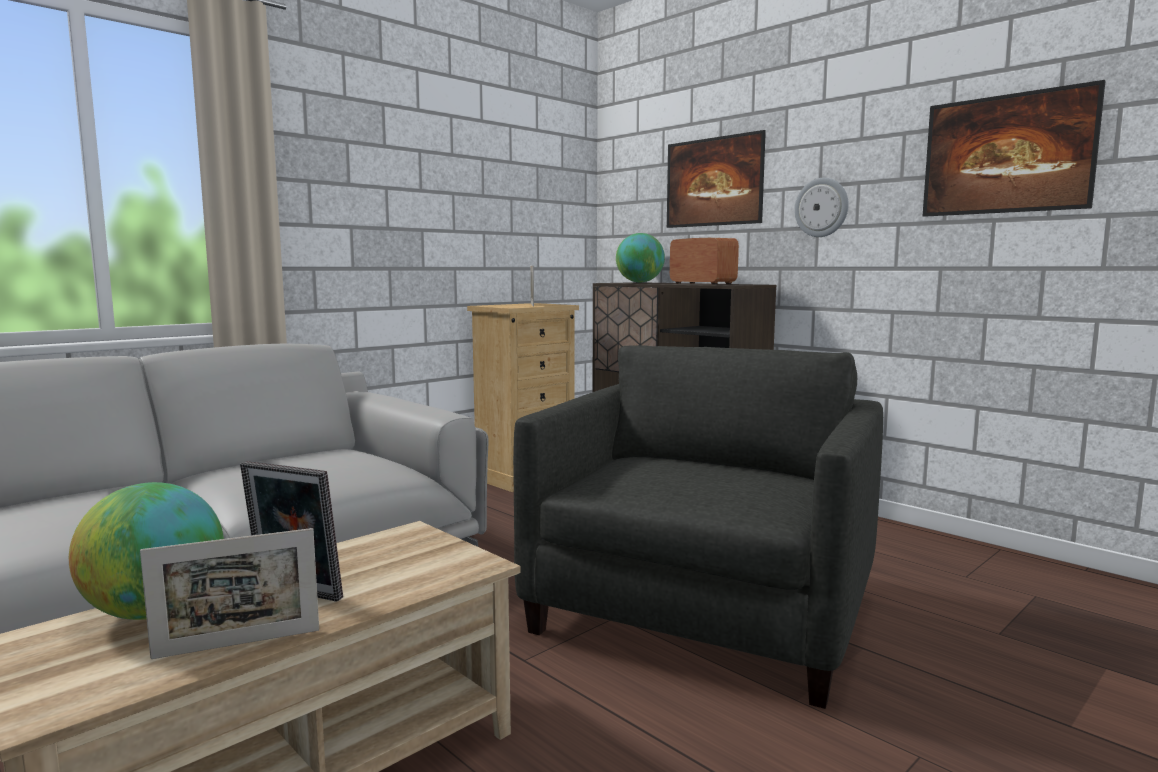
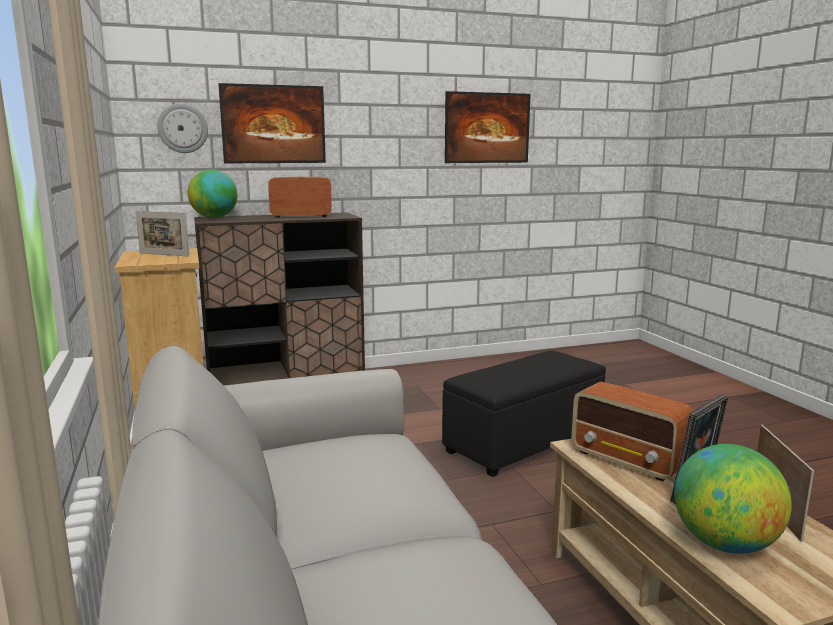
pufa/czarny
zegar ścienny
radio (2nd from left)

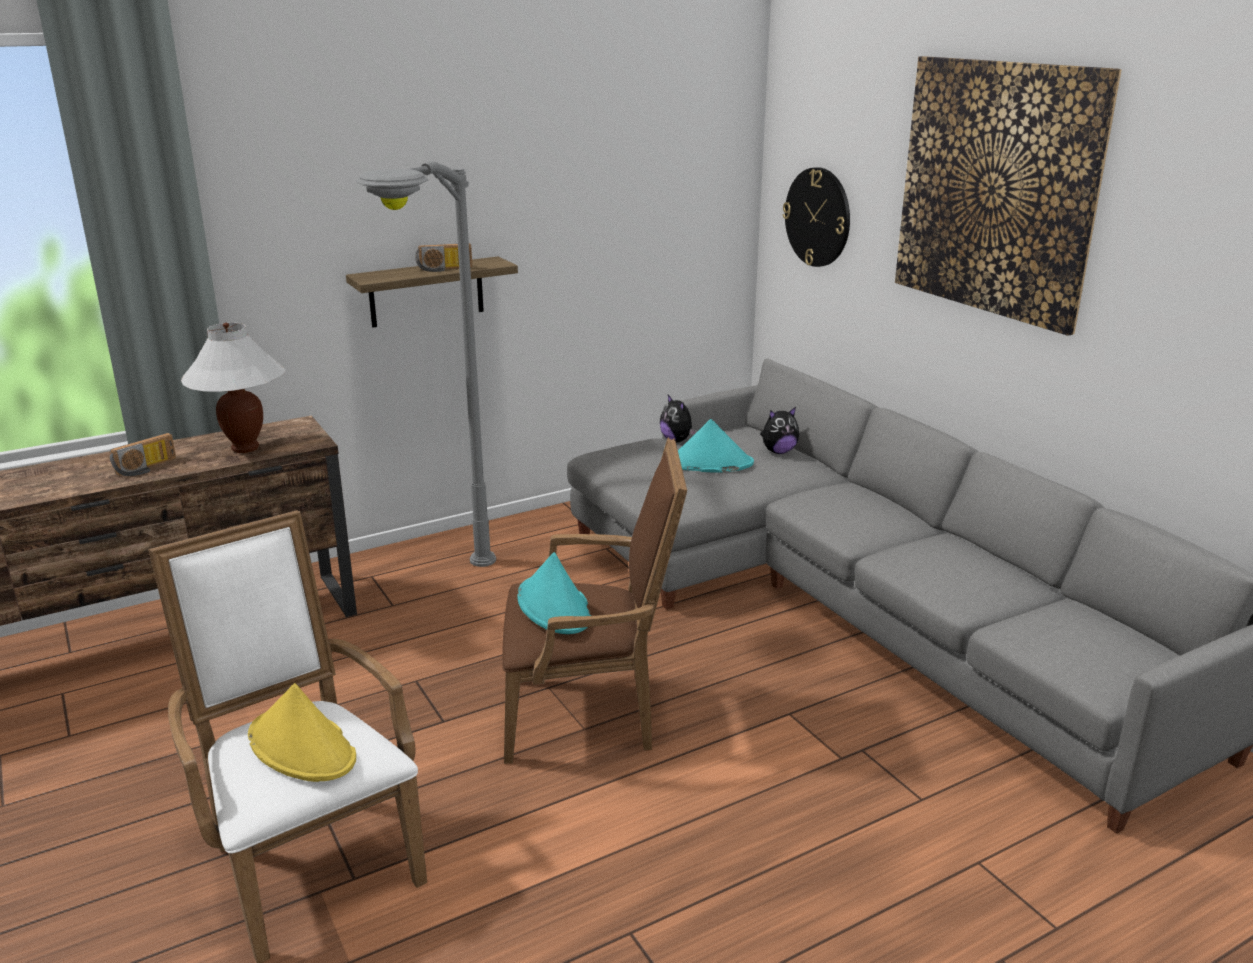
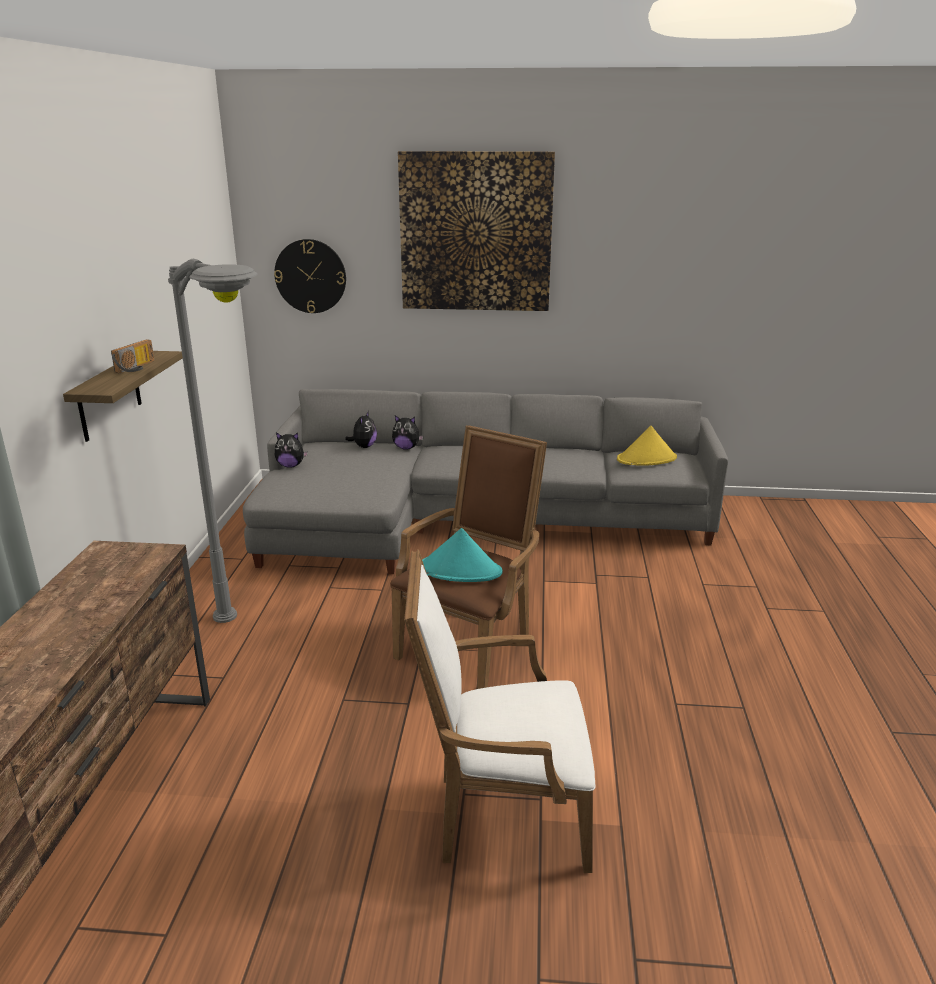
radio (1st from left in the first image)
lampa stołowa/biały
kapelusz/żółty
kapelusz/turkusowy (2nd from left in the first image)
pluszak (3rd from left)

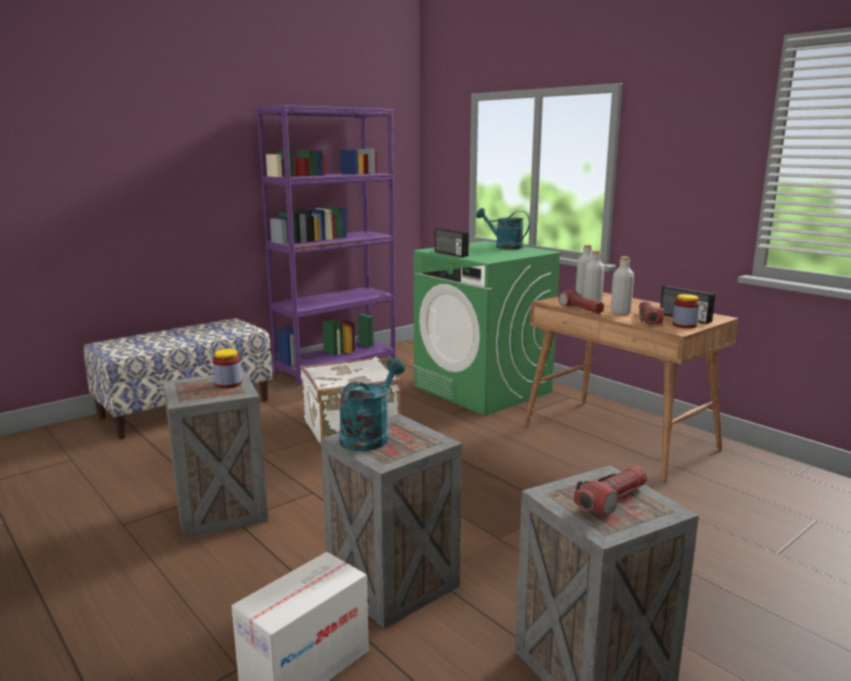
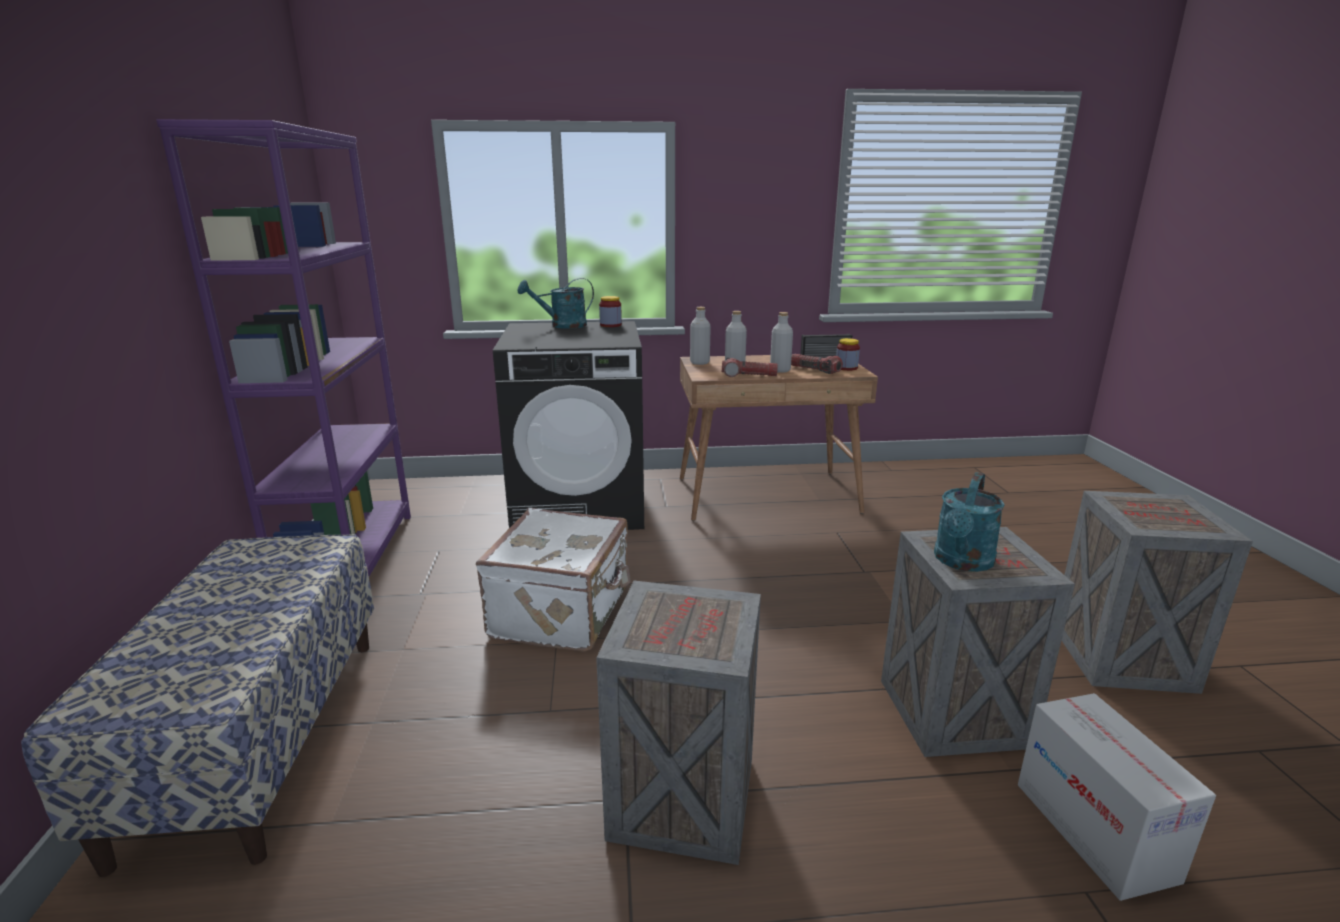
słoik (1st from left)
konewka/turkusowy (2nd from left)
pralka/czarny
radio (1st from left in the first image)
latarka (2nd from left in the first image)

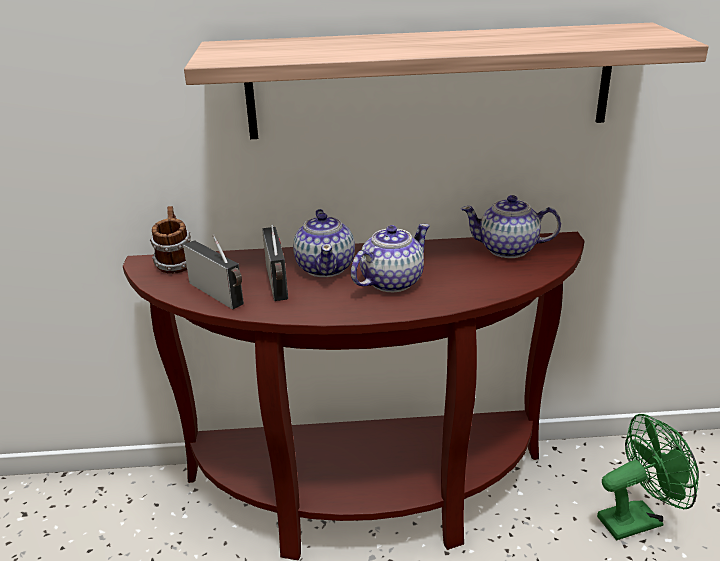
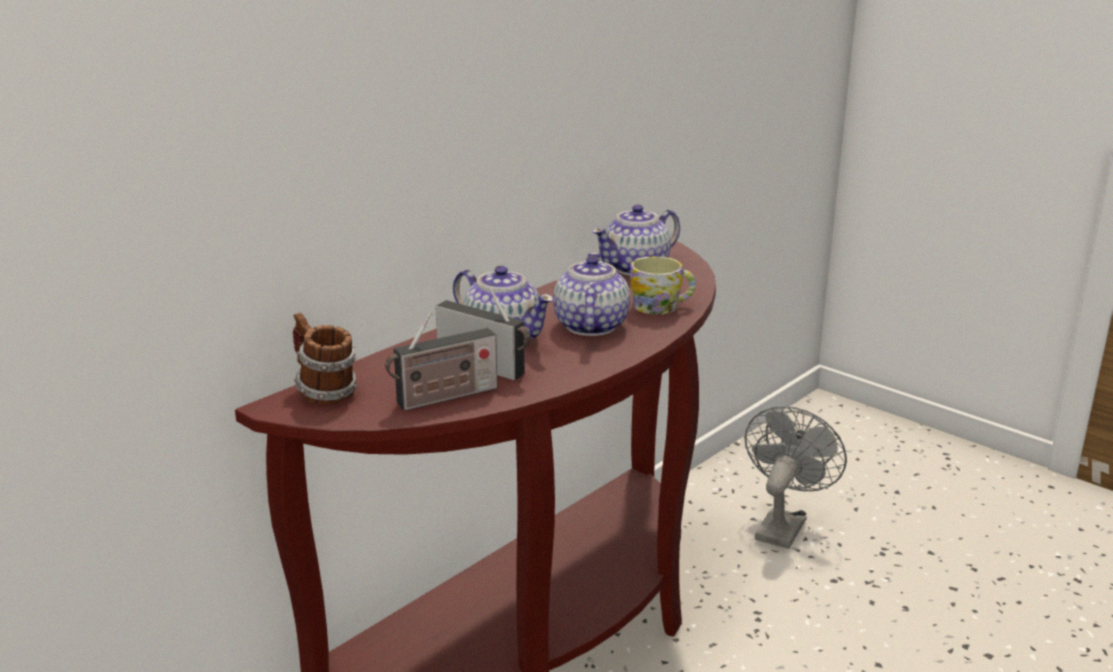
radio (1st from left)
półka
wentylator/szary
kubek (2nd from left)

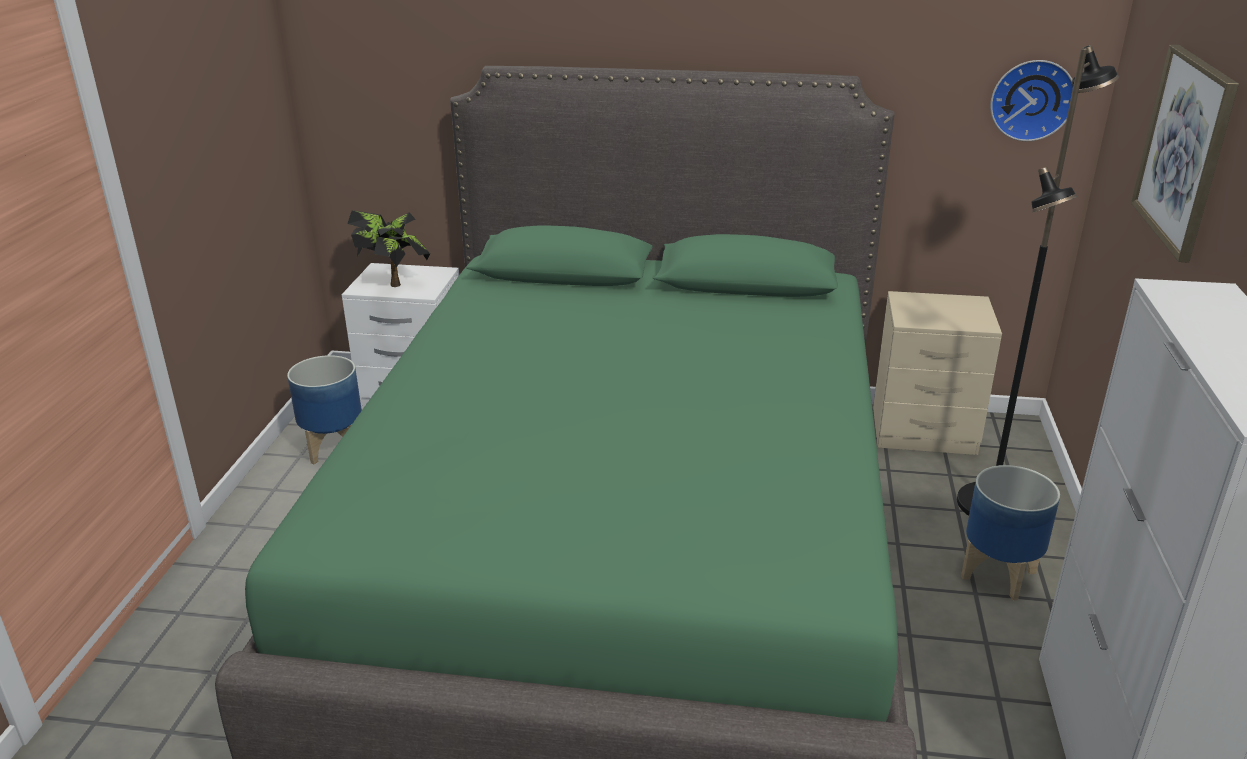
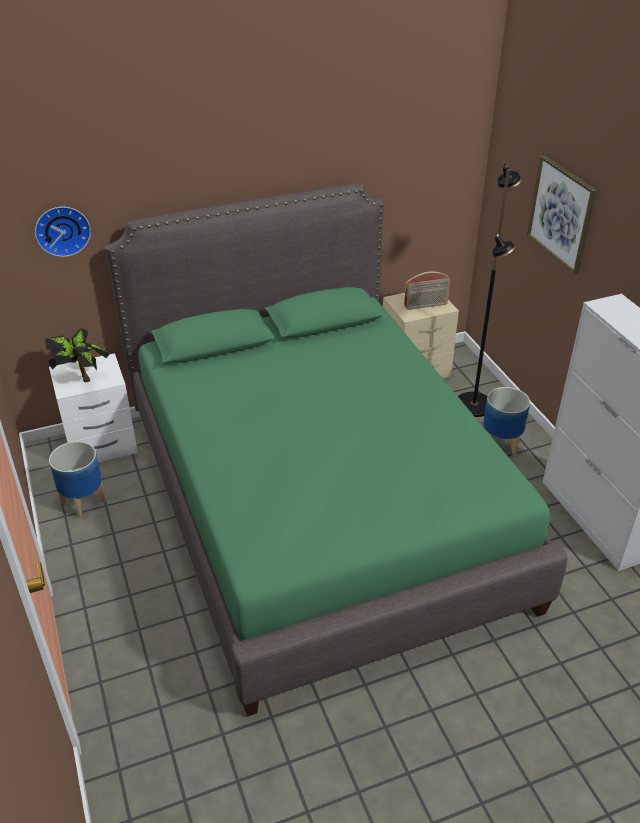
zegar ścienny
radio

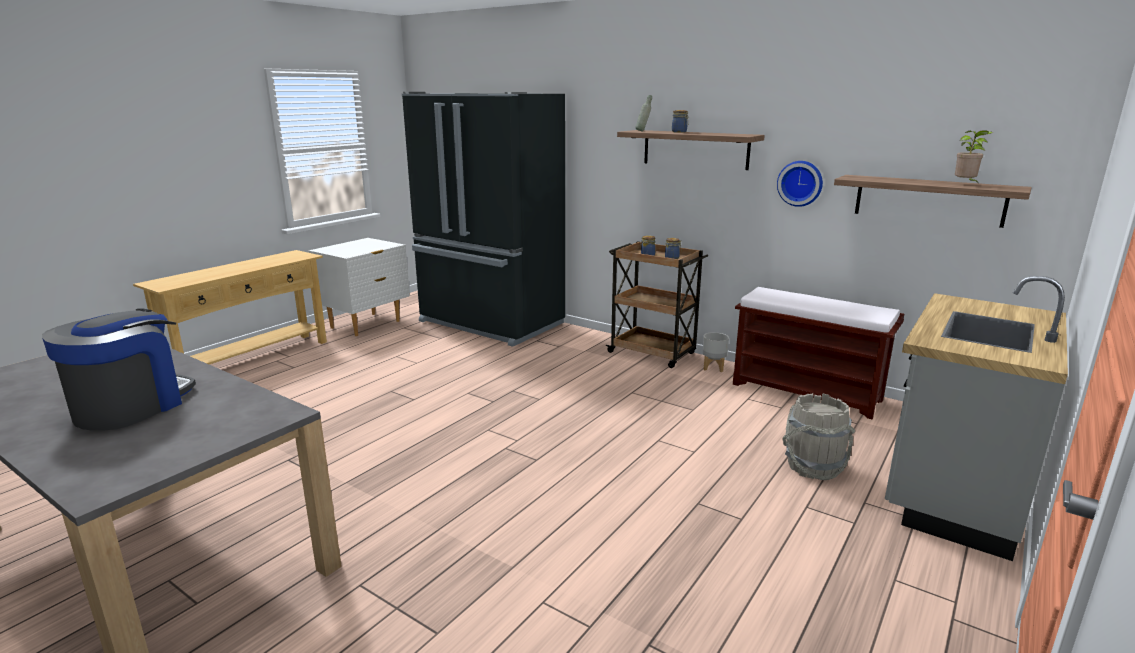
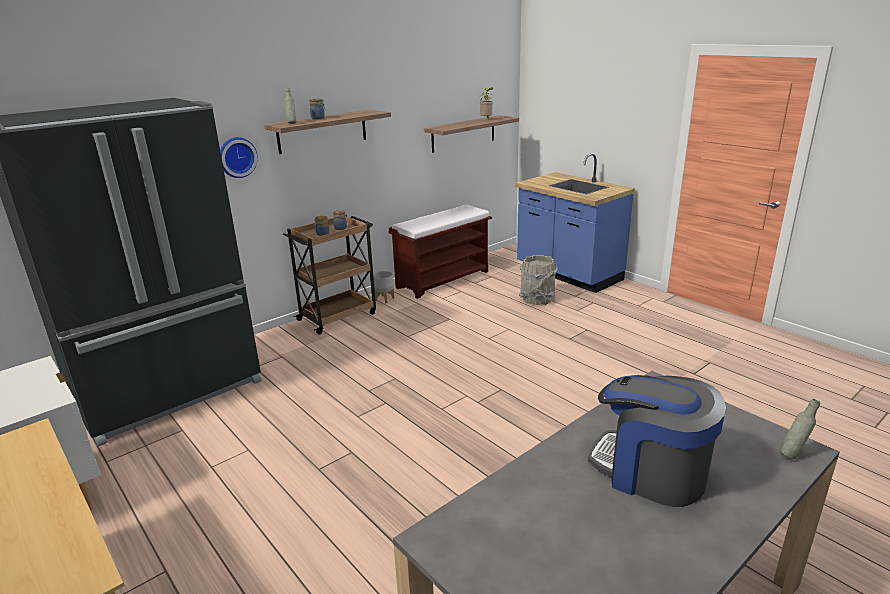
zegar ścienny
zabudowa kuchenna/niebieski
butelka/szary (2nd from left)

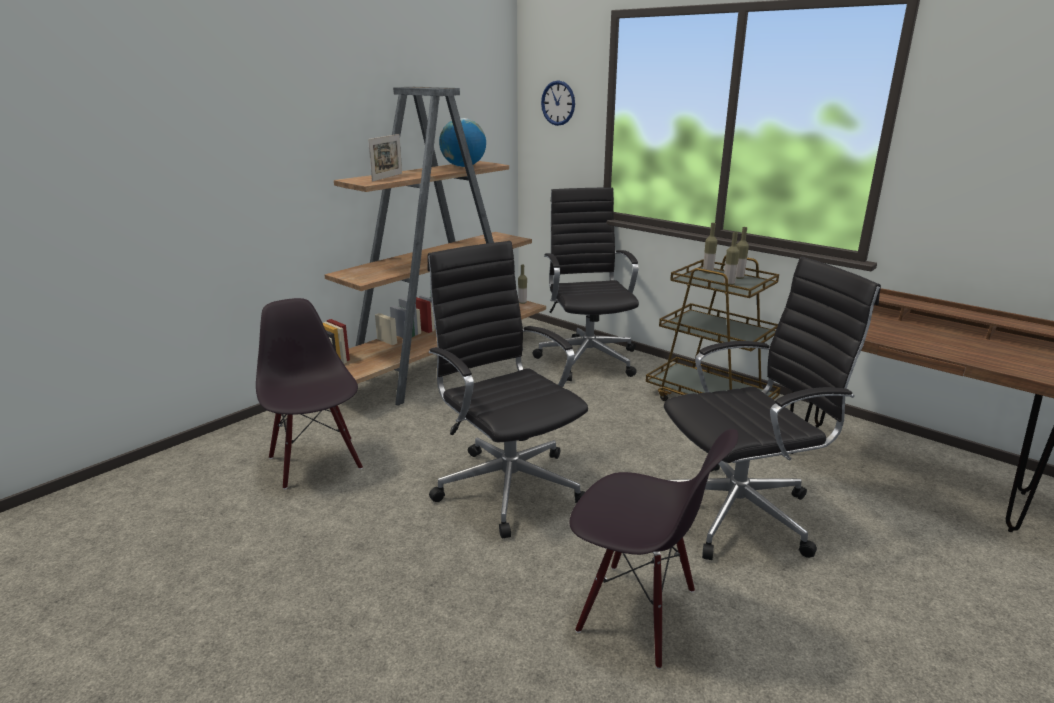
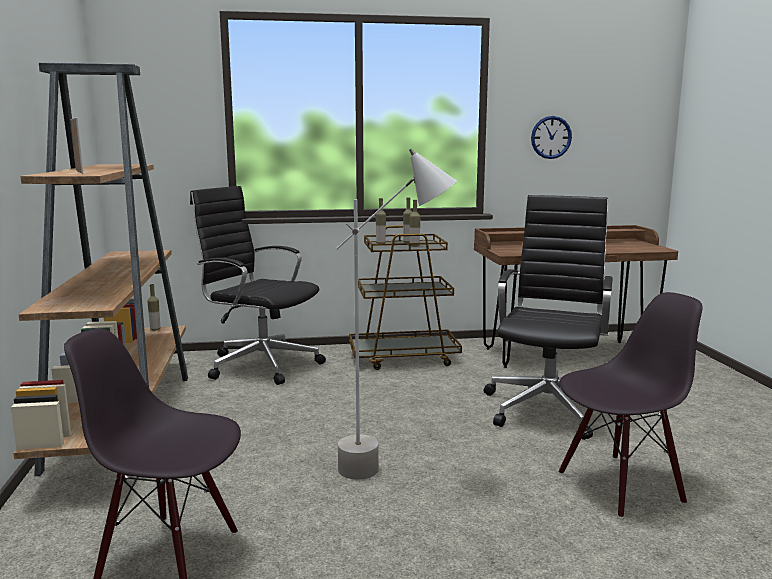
lampa stojąca/szary
globus
zegar ścienny

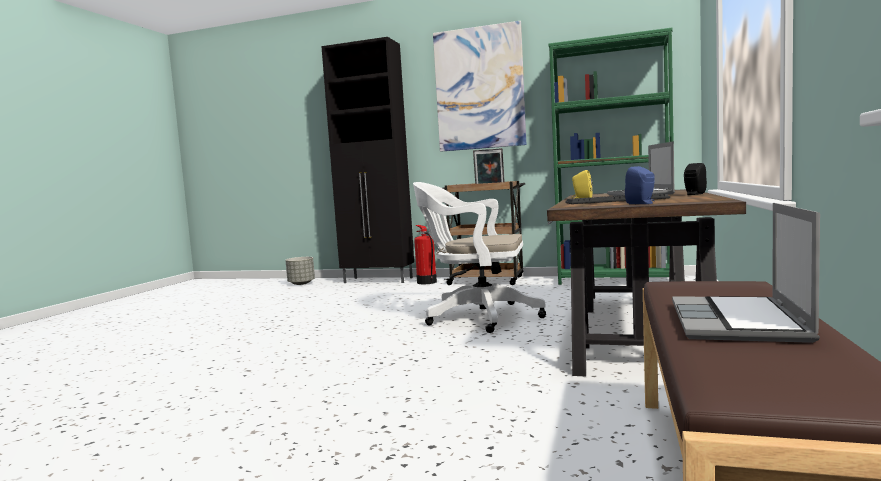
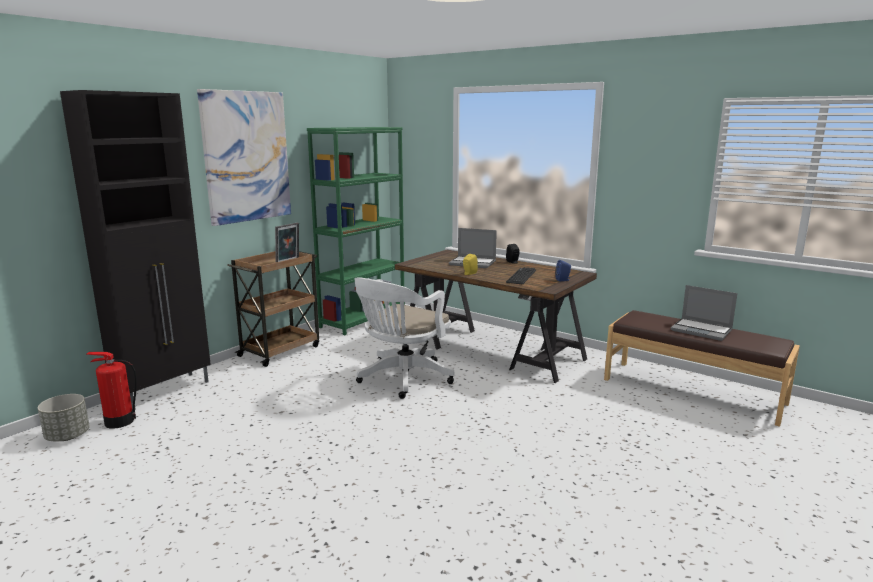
gaśnica

